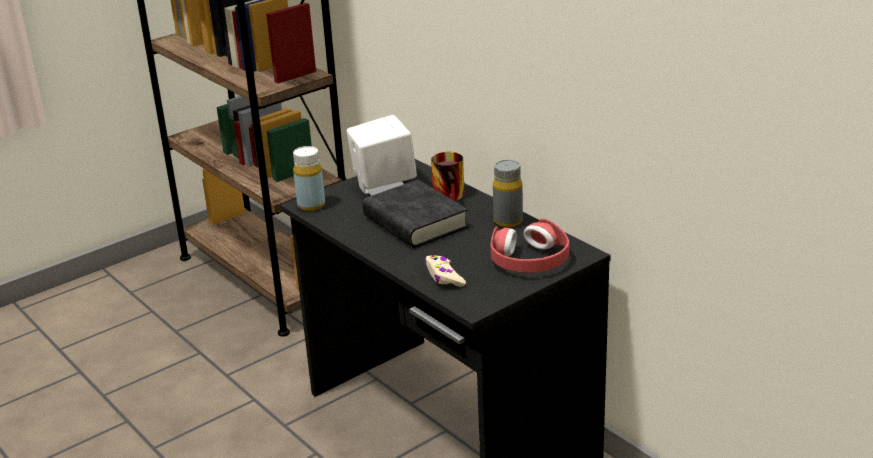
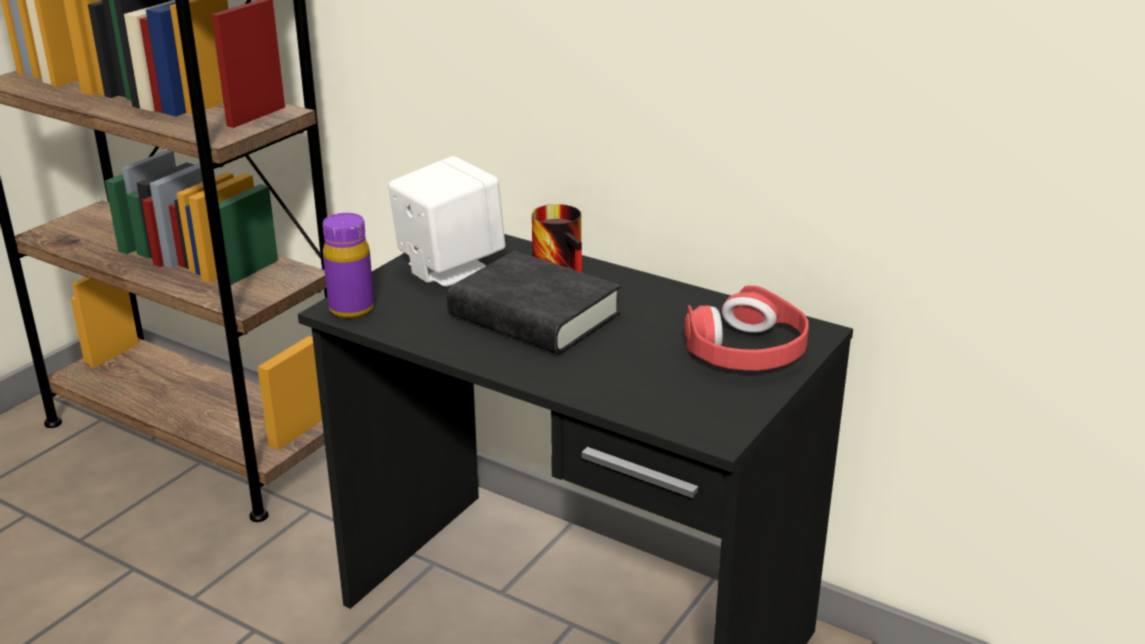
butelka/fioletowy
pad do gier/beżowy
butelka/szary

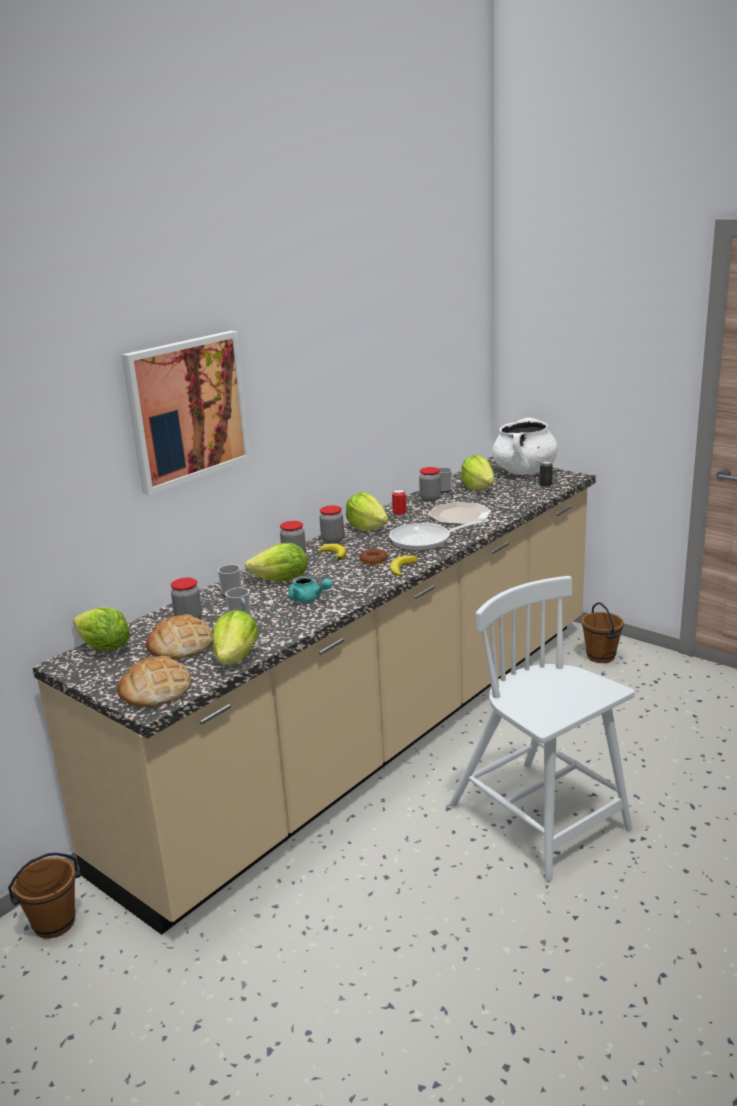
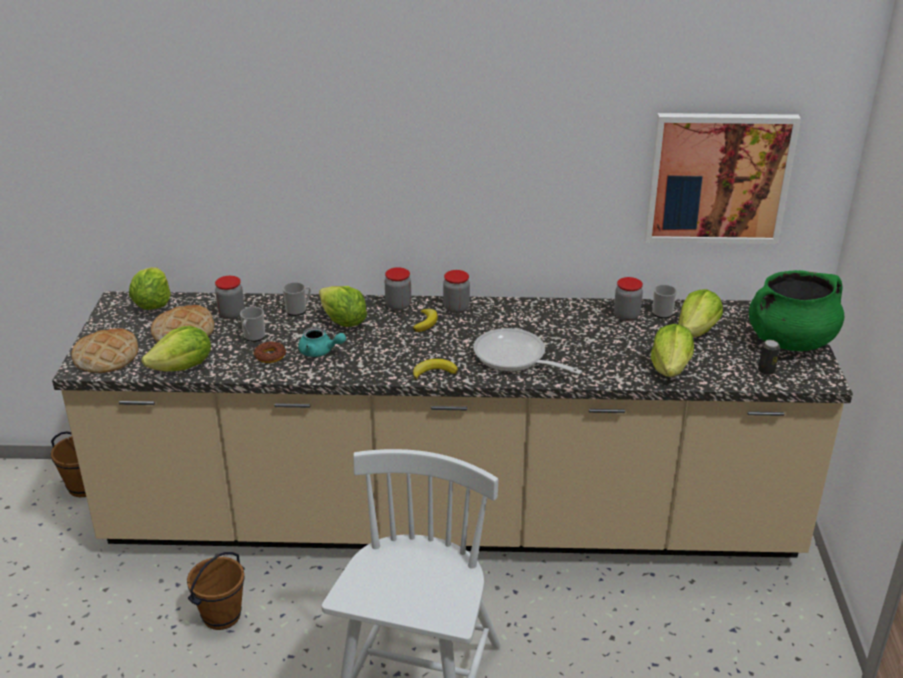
obraz
imbryk/turkusowy
sałata (4th from left)
donut
puszka (1st from left in the first image)
talerz
garnek/zielony
wiadro/brązowy (2nd from left)

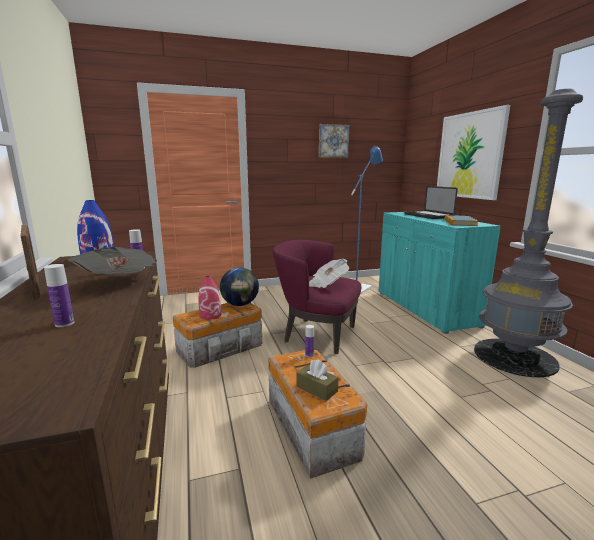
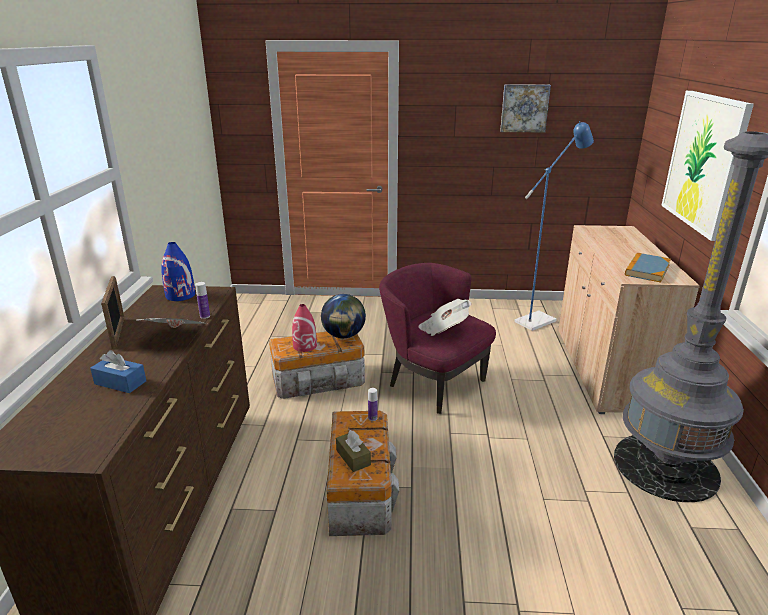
pudełko chusteczek/niebieski
szafka/beżowy
laptop

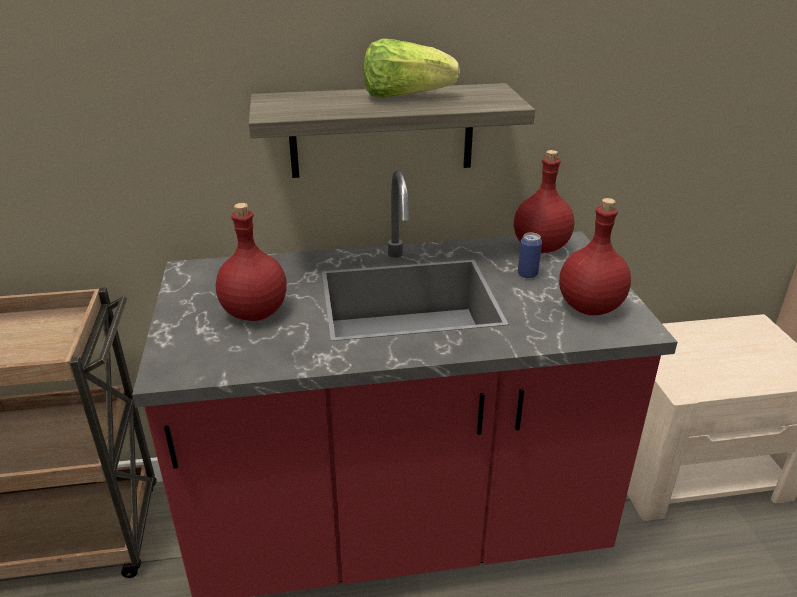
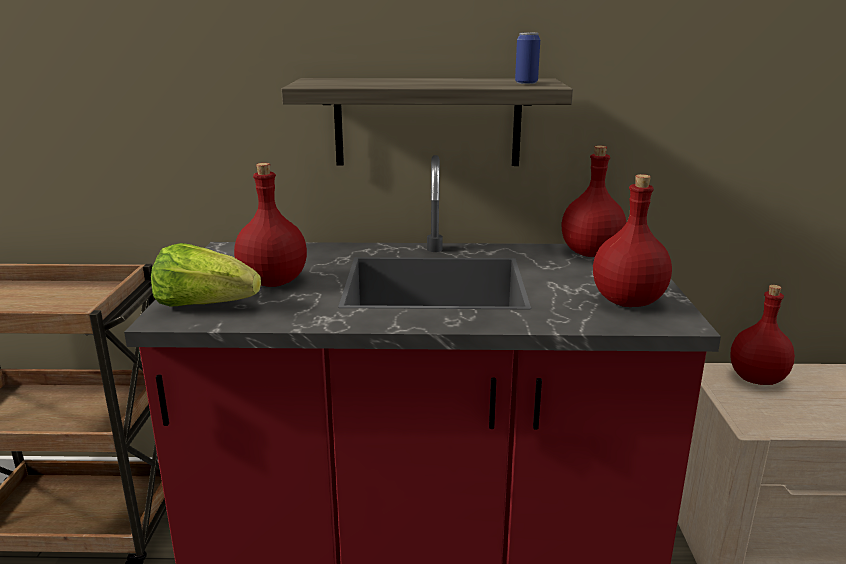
sałata
puszka
butelka/czerwony (4th from left)

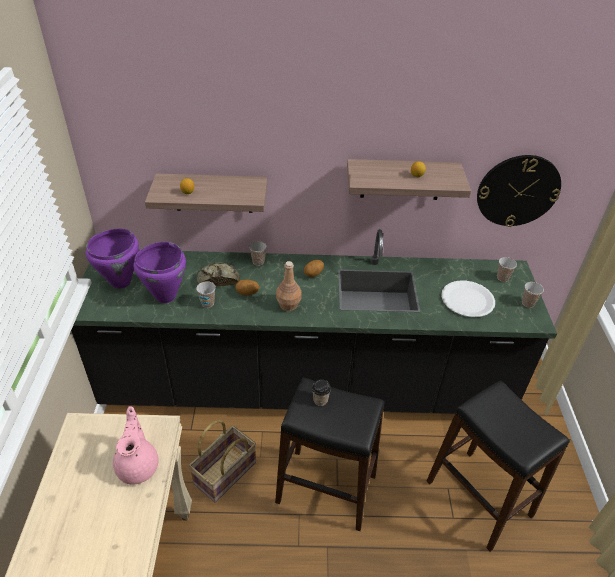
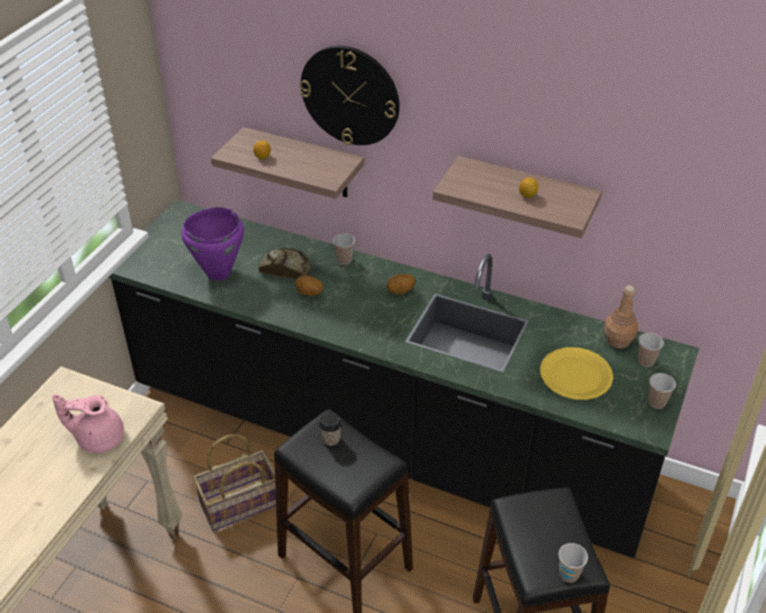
garnek/fioletowy (1st from left in the first image)
imbryk/różowy
filiżanka (3rd from left)
butelka/brązowy
talerz/żółty
zegar ścienny

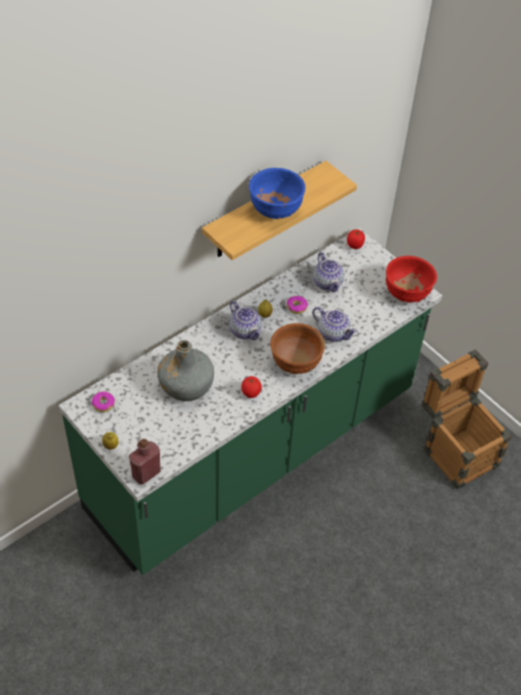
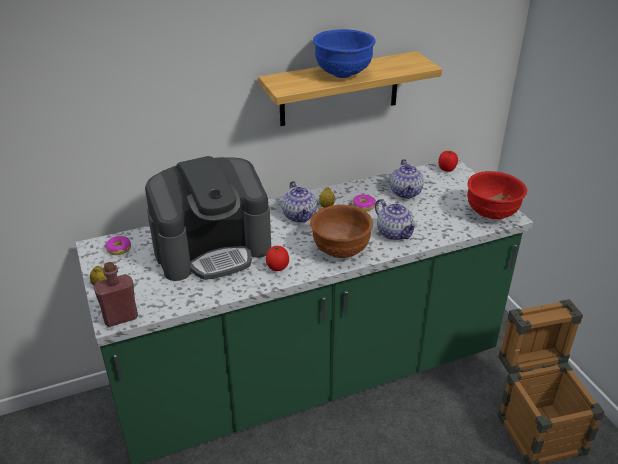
ekspres do kawy

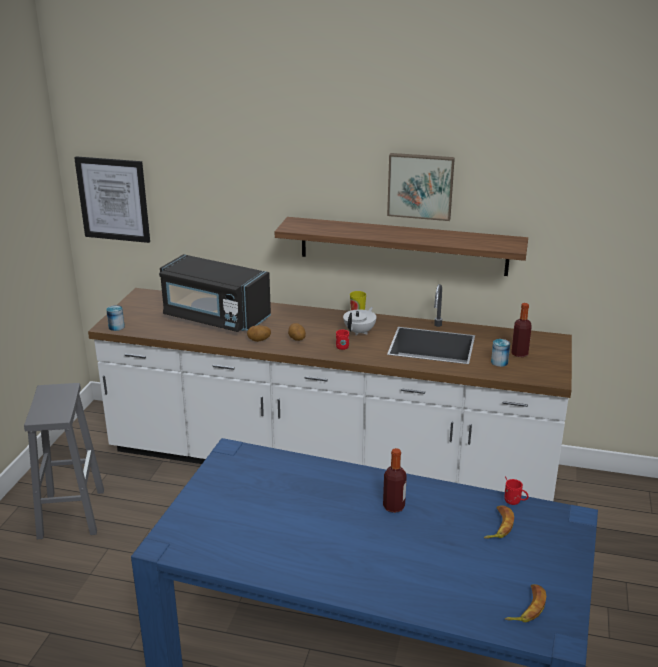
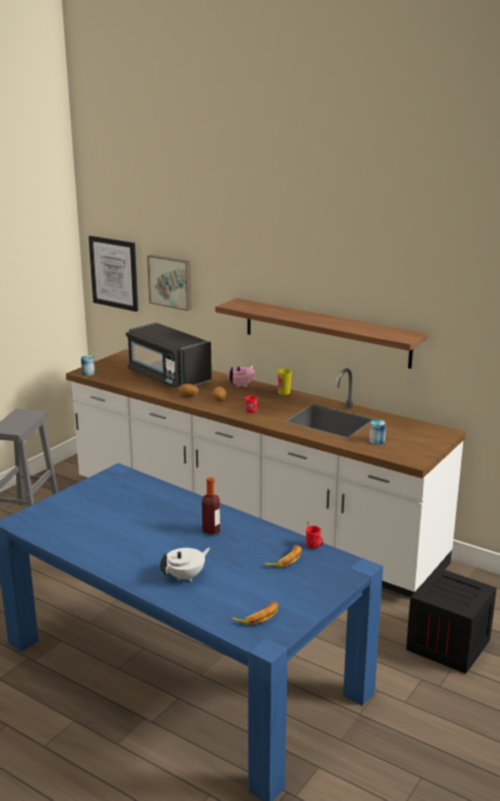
imbryk/biały
obraz (2nd from left)
butelka (2nd from left in the first image)
imbryk/różowy
skrzynka

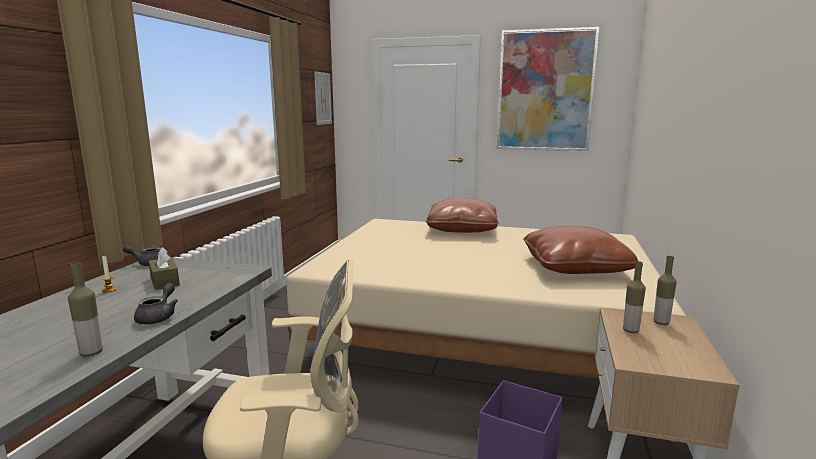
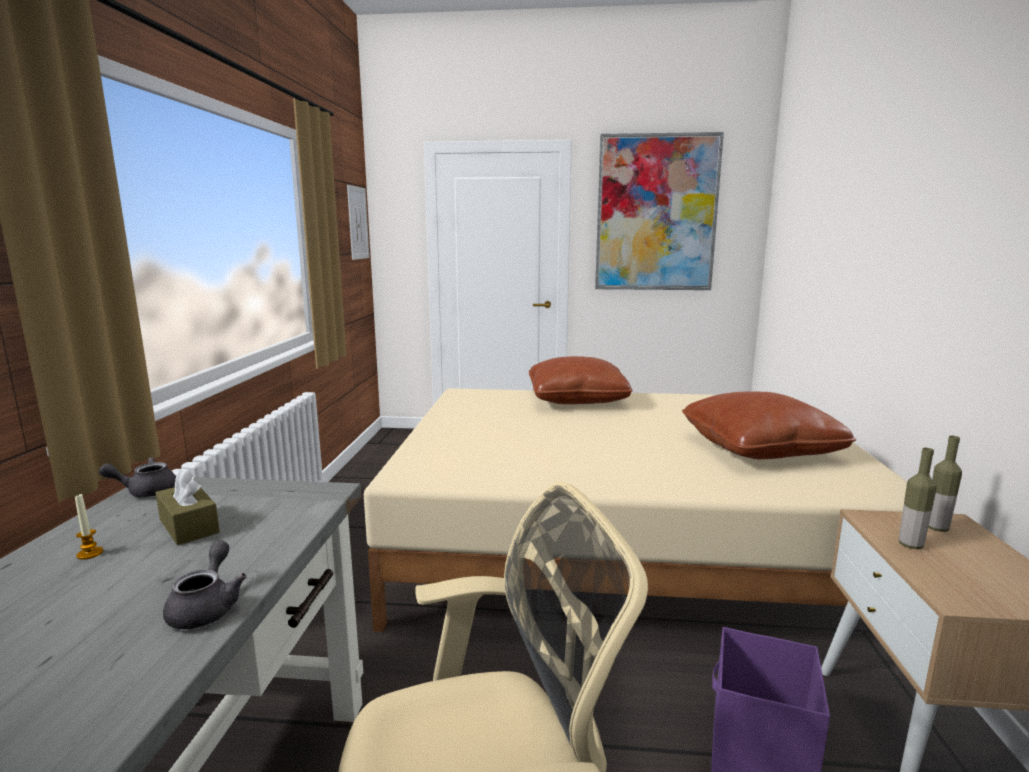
butelka (1st from left in the first image)

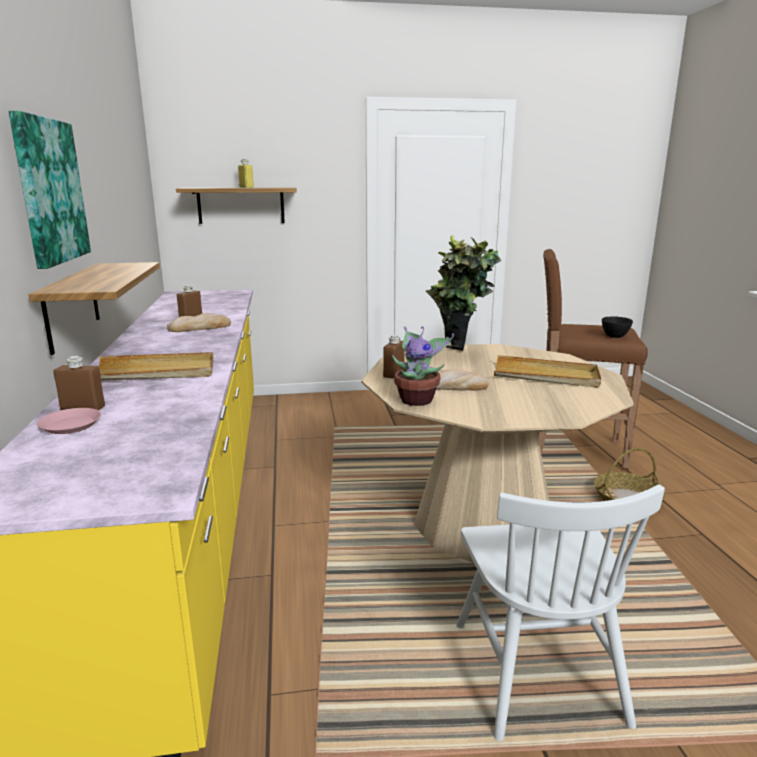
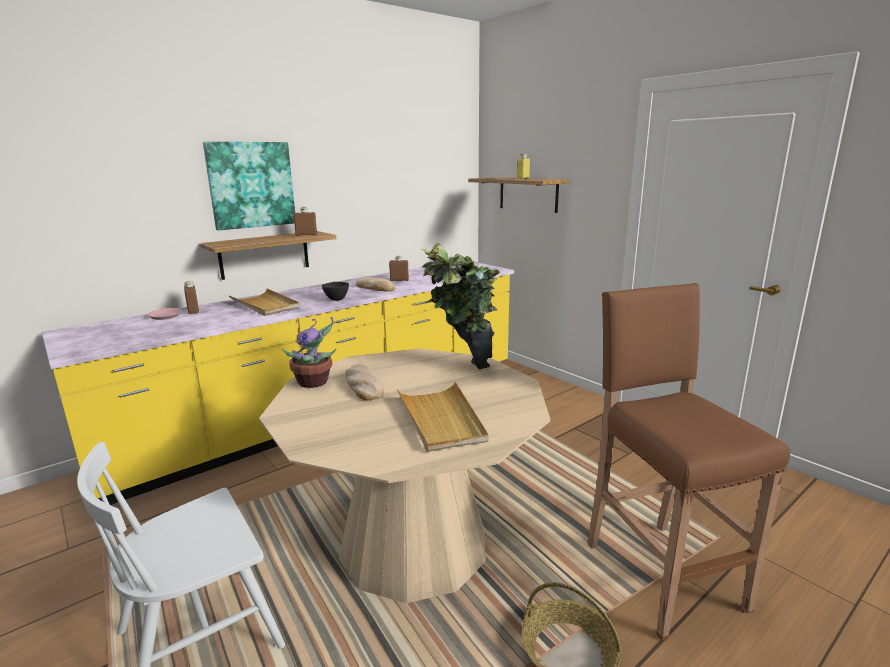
butelka/brązowy (2nd from left)
miska/czarny

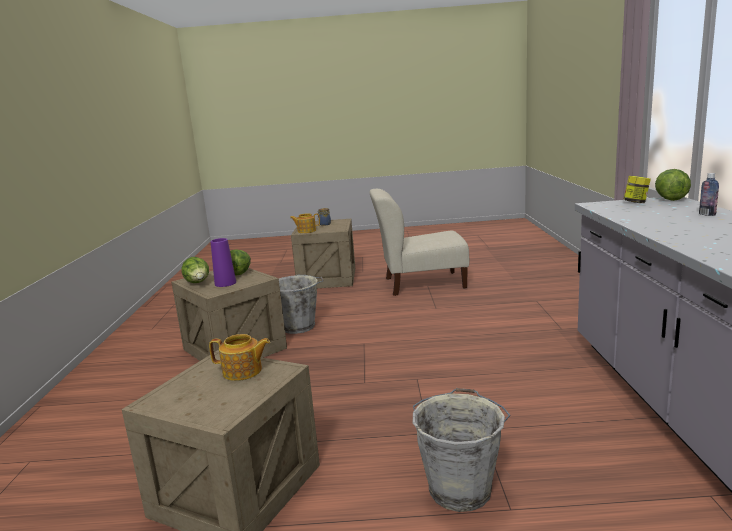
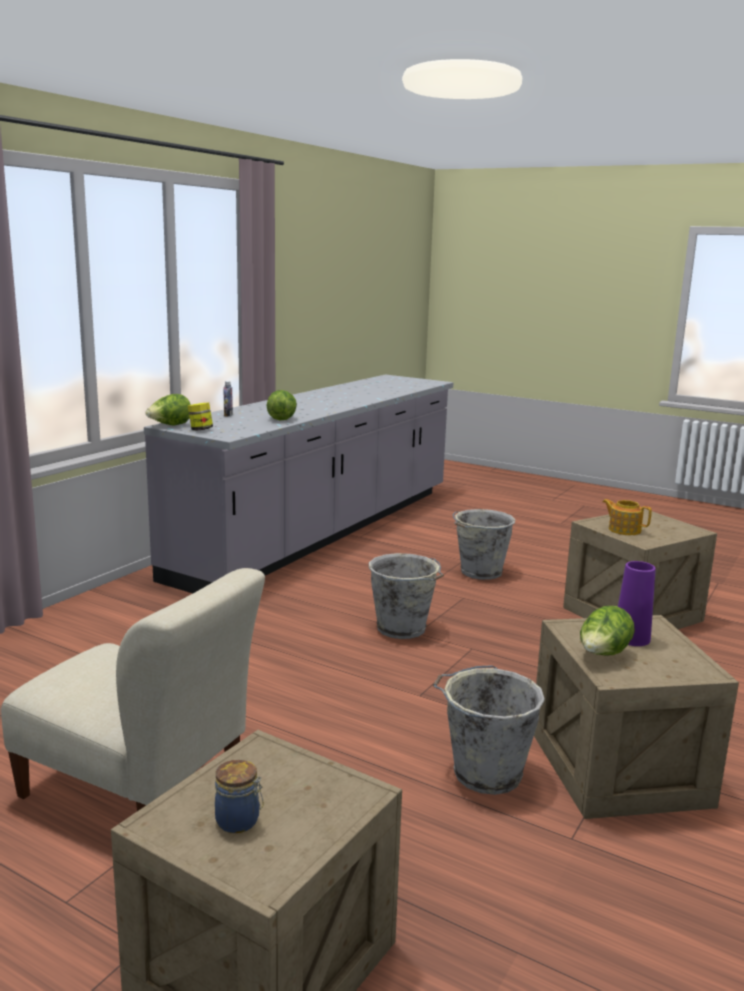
sałata (2nd from left)
imbryk (2nd from left in the first image)
wiadro/szary (1st from left)

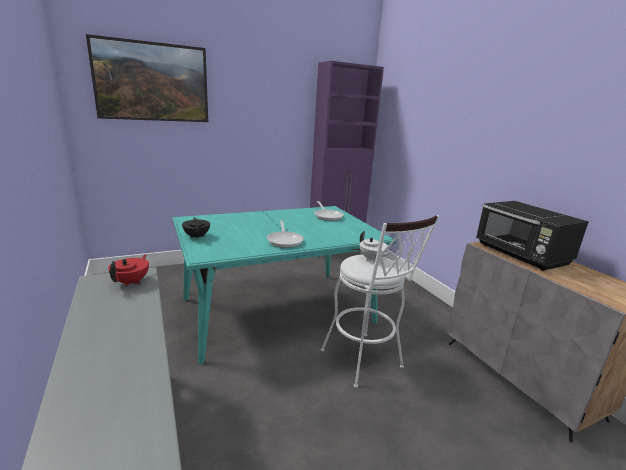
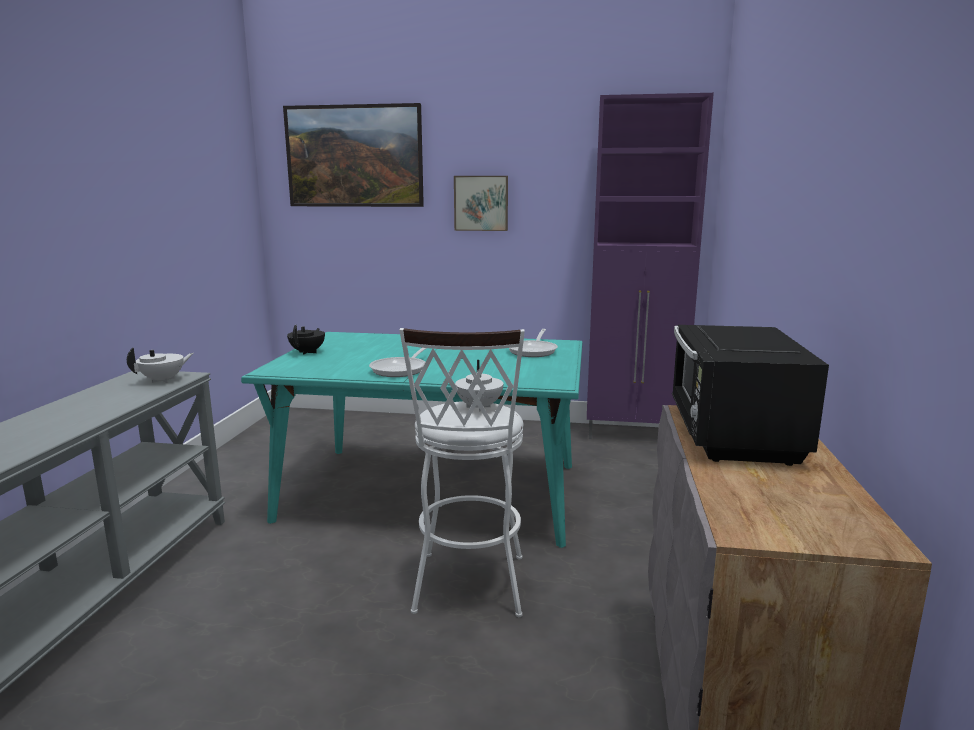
imbryk/biały (1st from left)
obraz (2nd from left)

